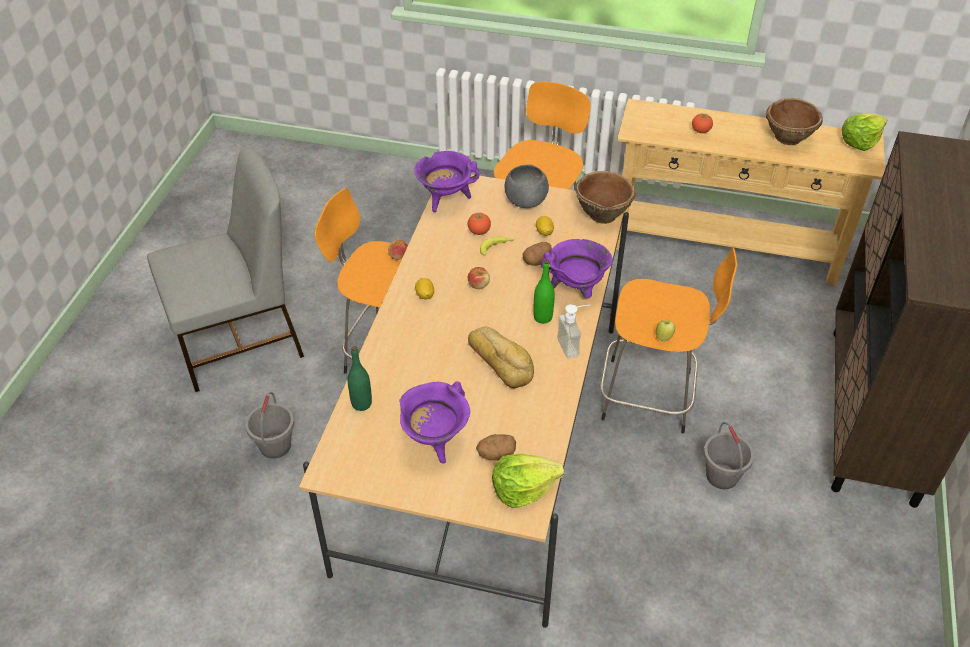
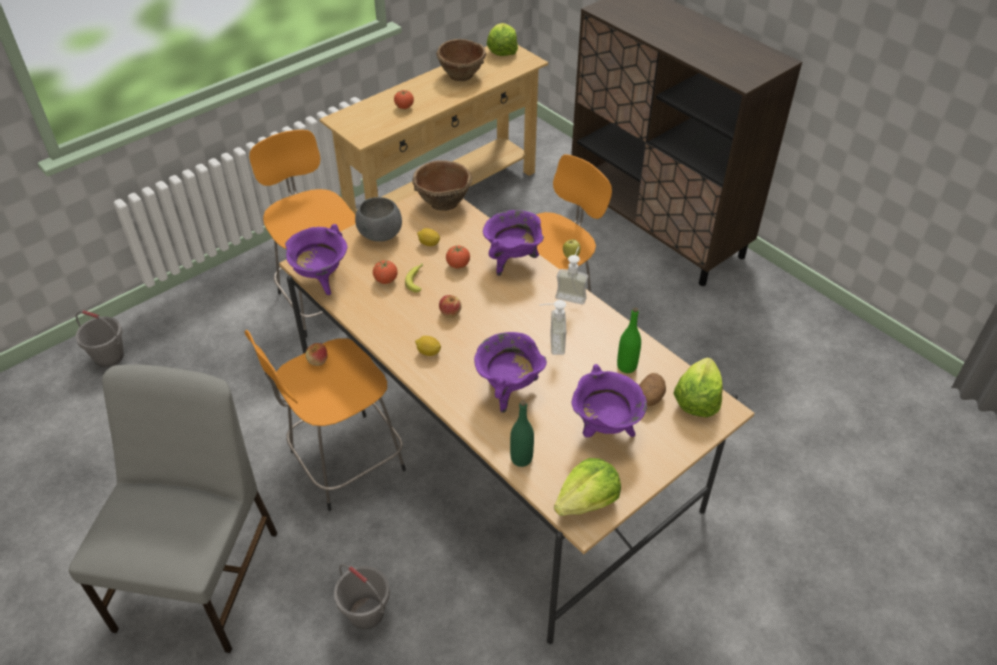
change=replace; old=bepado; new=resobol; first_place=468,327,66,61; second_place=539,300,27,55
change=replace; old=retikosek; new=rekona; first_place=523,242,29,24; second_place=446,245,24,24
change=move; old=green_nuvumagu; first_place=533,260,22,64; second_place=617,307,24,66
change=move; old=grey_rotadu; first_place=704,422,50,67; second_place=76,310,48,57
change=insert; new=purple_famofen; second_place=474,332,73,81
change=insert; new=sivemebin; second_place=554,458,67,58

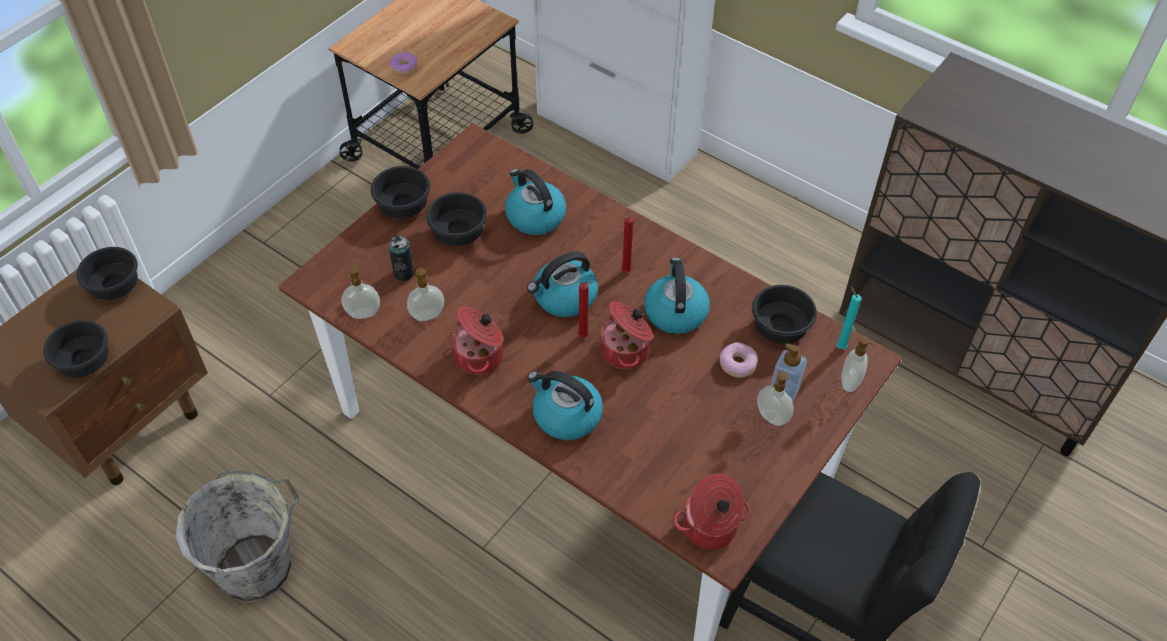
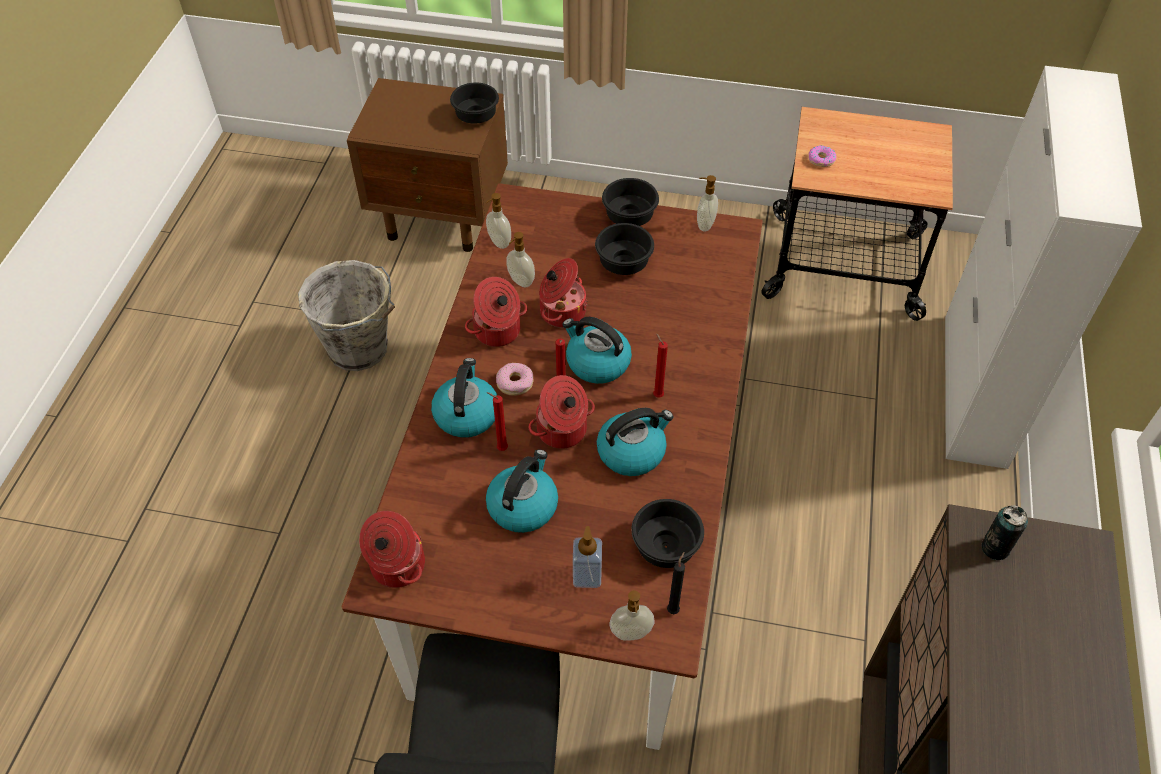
change=delete; old=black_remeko; first_place=43,320,65,57
change=move; old=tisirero; first_place=389,236,26,45; second_place=981,505,47,55
change=move; old=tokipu; first_place=505,169,61,66; second_place=486,449,72,84
change=move; old=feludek; first_place=720,342,38,36; second_place=496,363,37,33
change=move; old=resobol; first_place=757,371,37,55; second_place=697,175,21,56
change=recolor; old=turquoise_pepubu; new=black_pepubu; first_place=837,286,24,63; second_place=667,552,18,62
change=insert; new=red_pepubu; second_place=487,392,21,59
change=insert; new=famofen; second_place=539,258,48,70

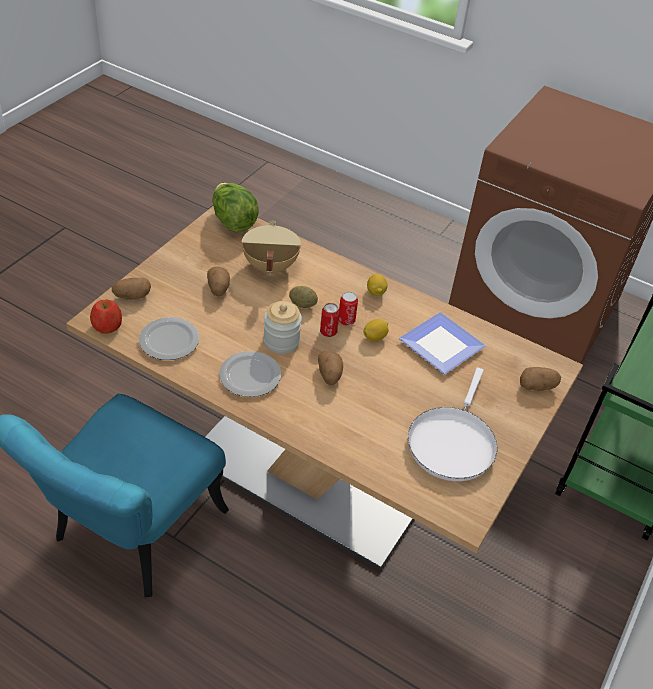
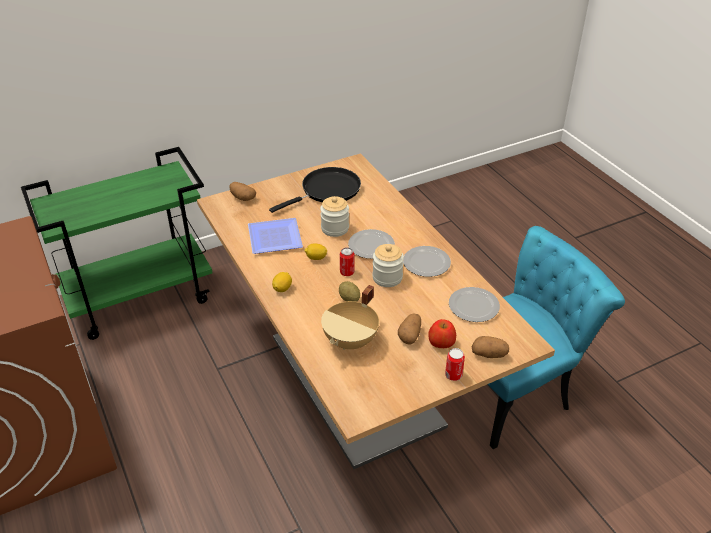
change=move; old=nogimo; first_place=90,299,32,35; second_place=428,319,28,29
change=delete; old=sivemebin; first_place=212,183,47,49
change=replace; old=retikosek; new=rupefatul; first_place=318,351,25,34; second_place=348,229,47,30
change=move; old=tisirero; first_place=339,291,19,35; second_place=445,348,20,33
change=recolor; old=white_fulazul; new=black_fulazul; first_place=408,367,90,114; second_place=269,167,92,46
change=insert; new=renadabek; second_place=320,196,29,41

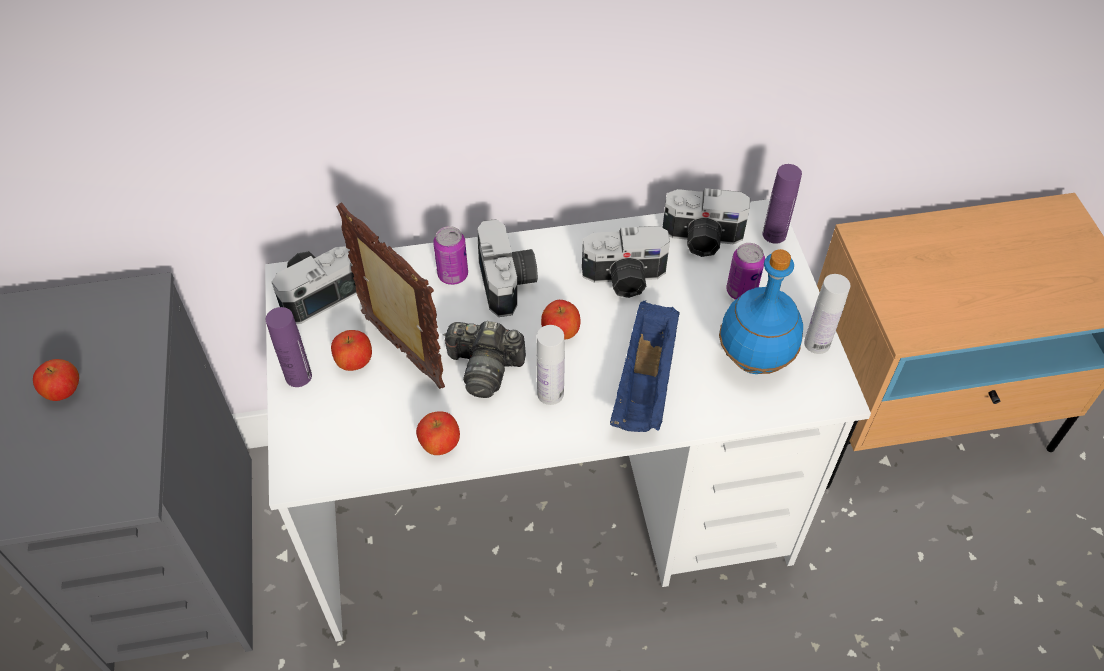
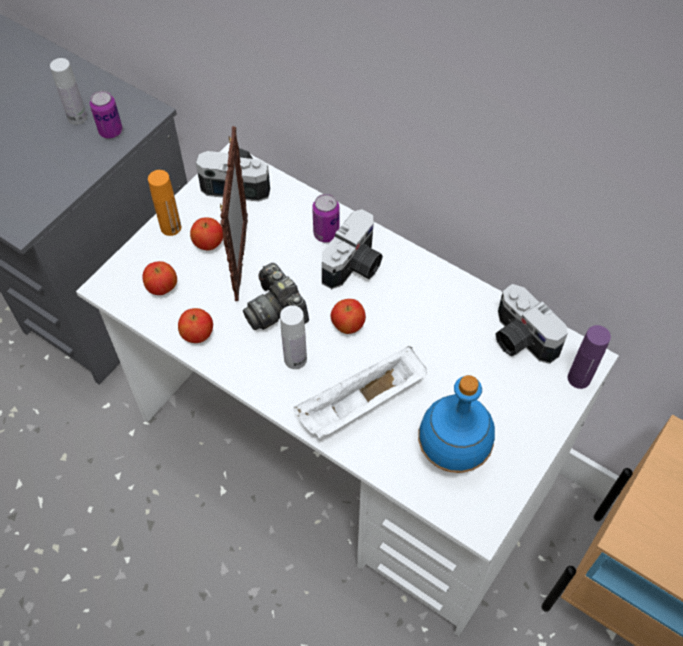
change=move; old=nogimo; first_place=33,359,46,42; second_place=142,261,35,34
change=recolor; old=purple_nuvumagu; new=orange_nuvumagu; first_place=266,307,46,80; second_place=148,170,33,66
change=delete; old=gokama; first_place=582,226,88,72
change=recolor; old=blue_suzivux; new=white_suzivux; first_place=610,300,70,132; second_place=294,346,133,93
change=move; old=tisirero; first_place=726,243,39,57; second_place=90,91,33,48
change=move; old=white_nuvumagu; first_place=804,274,46,80; second_place=50,58,37,67

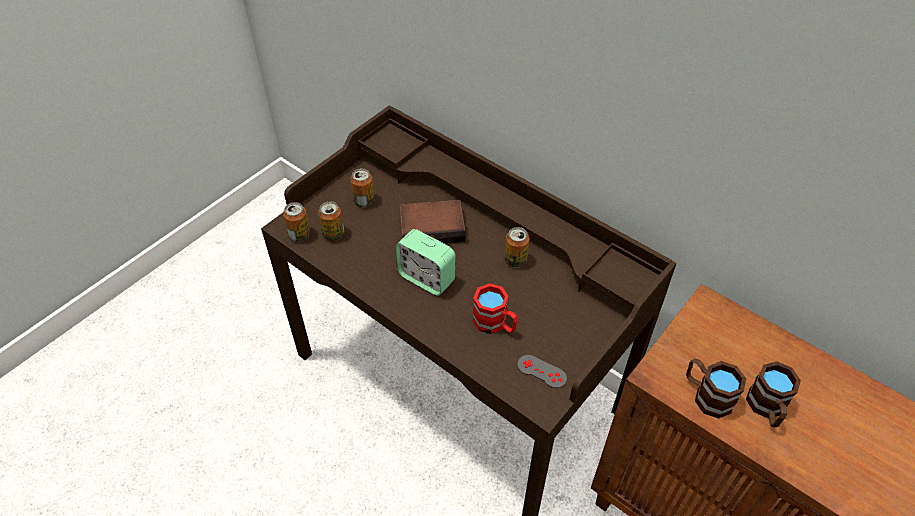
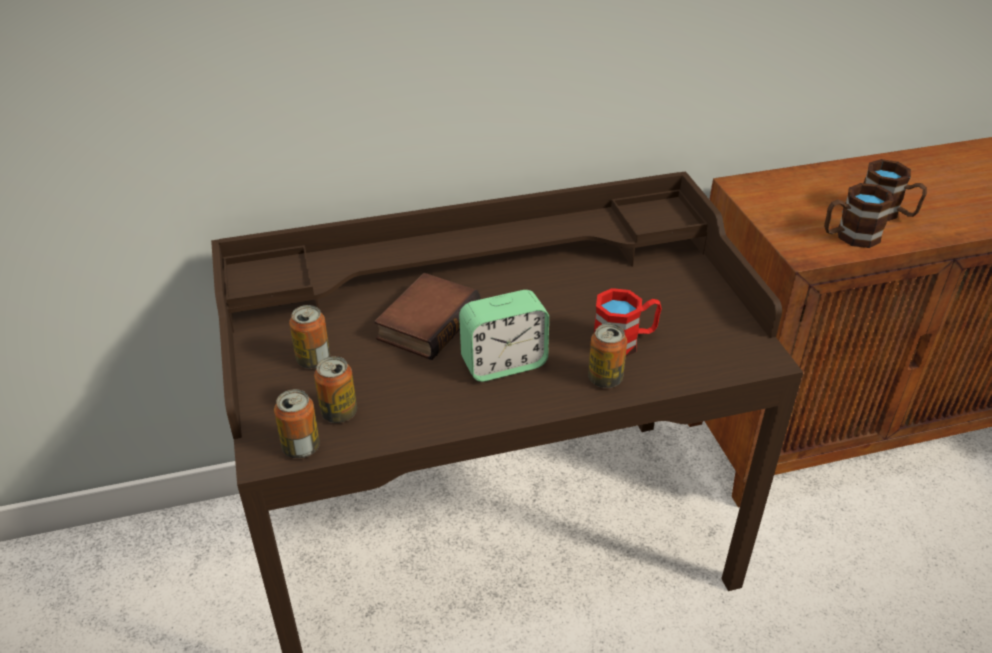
change=move; old=tisirero; first_place=505,227,24,40; second_place=588,324,39,64
change=delete; old=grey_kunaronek; first_place=517,355,50,33

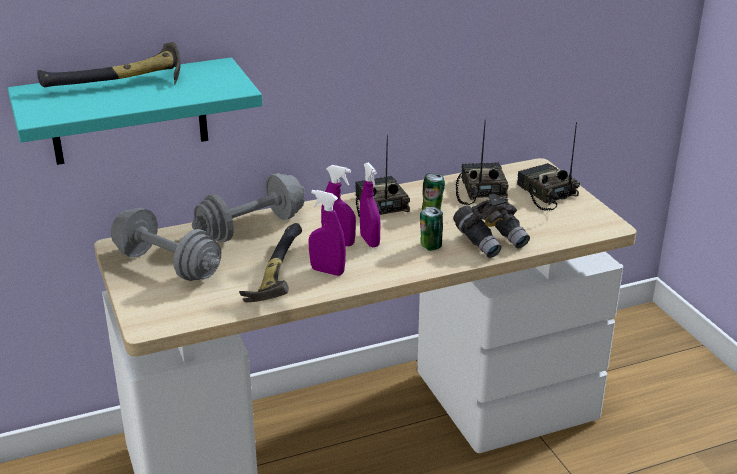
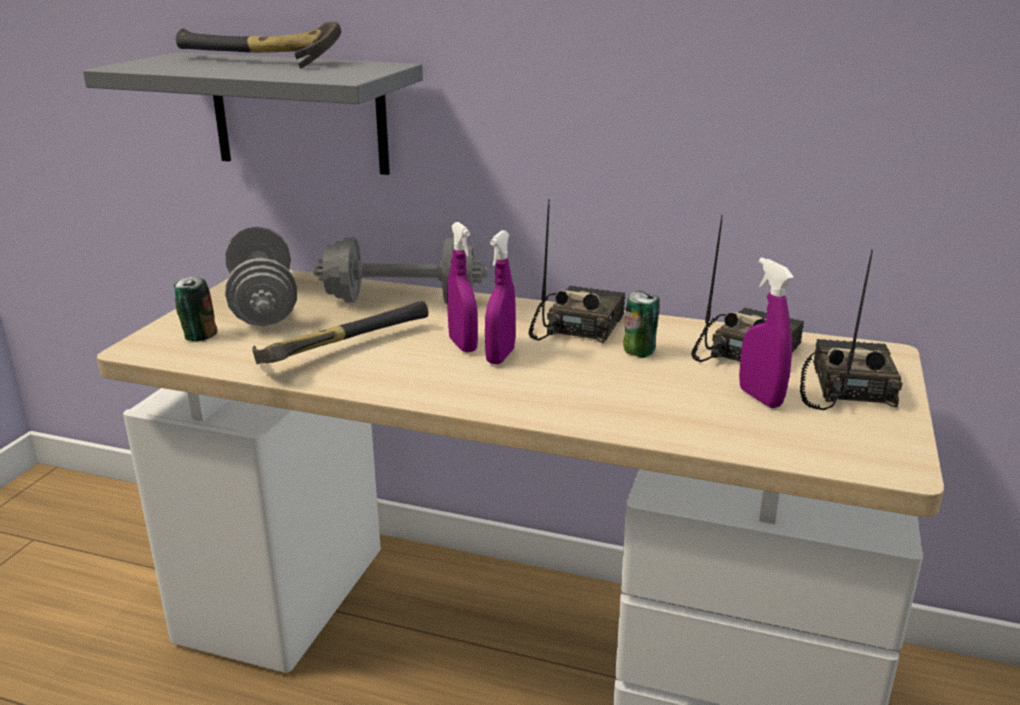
change=recolor; old=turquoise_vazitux; new=grey_vazitux; first_place=8,58,255,107; second_place=83,52,340,123
change=move; old=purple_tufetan; first_place=309,190,37,86; second_place=739,257,55,151
change=move; old=tisirero; first_place=420,206,23,45; second_place=174,276,43,65
change=delete; old=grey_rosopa; first_place=453,194,77,64

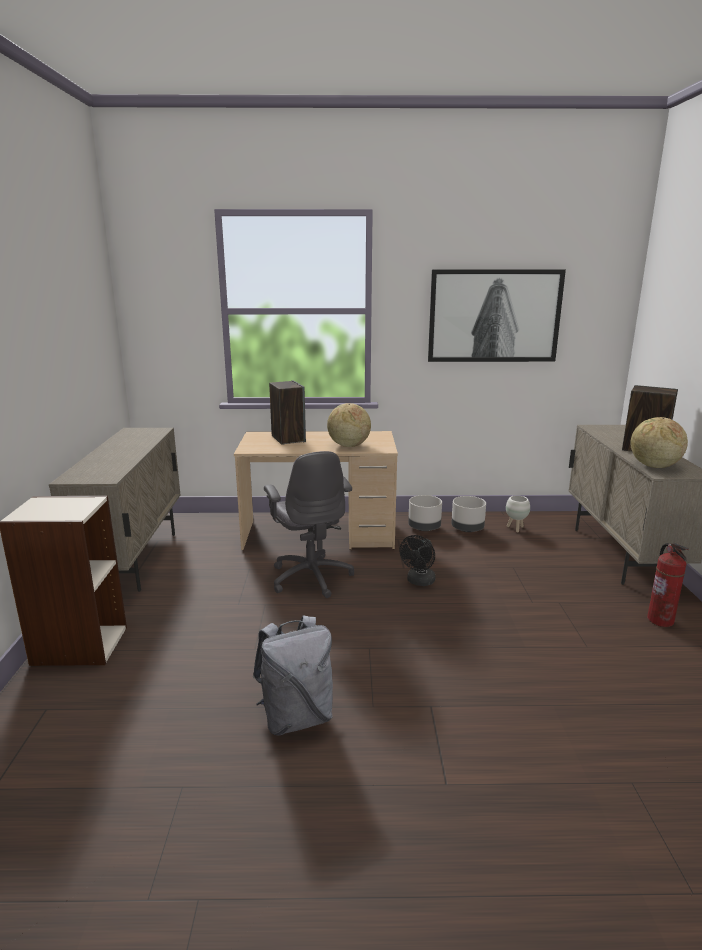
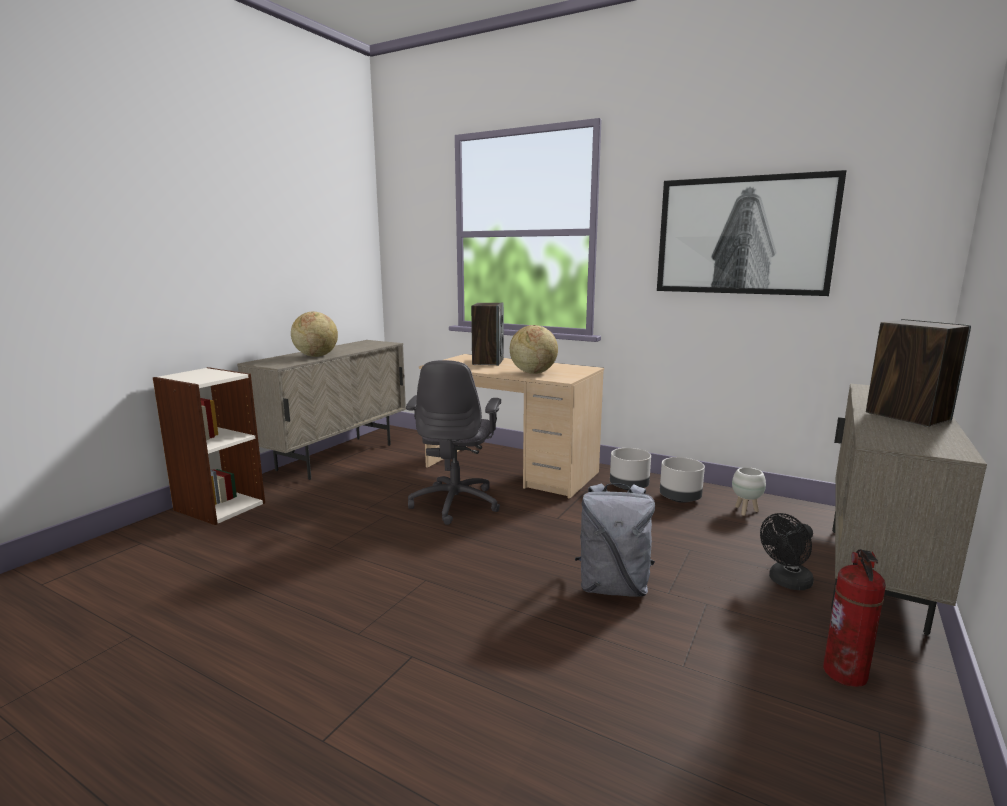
change=move; old=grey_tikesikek; first_place=253,615,80,120; second_place=575,483,80,114
change=move; old=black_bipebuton; first_place=399,535,37,51; second_place=760,513,54,77
change=move; old=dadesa; first_place=630,417,58,51; second_place=291,312,47,45

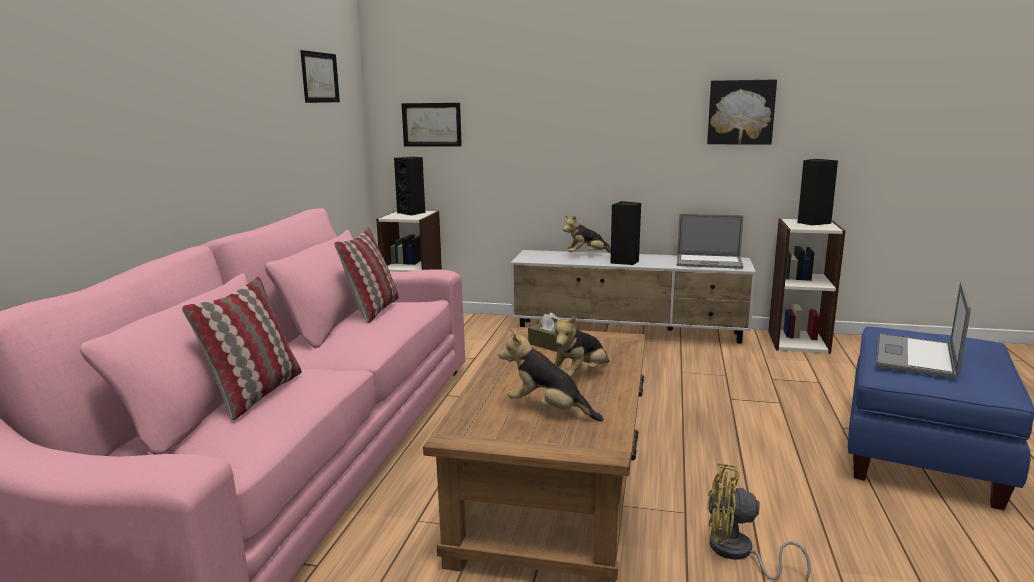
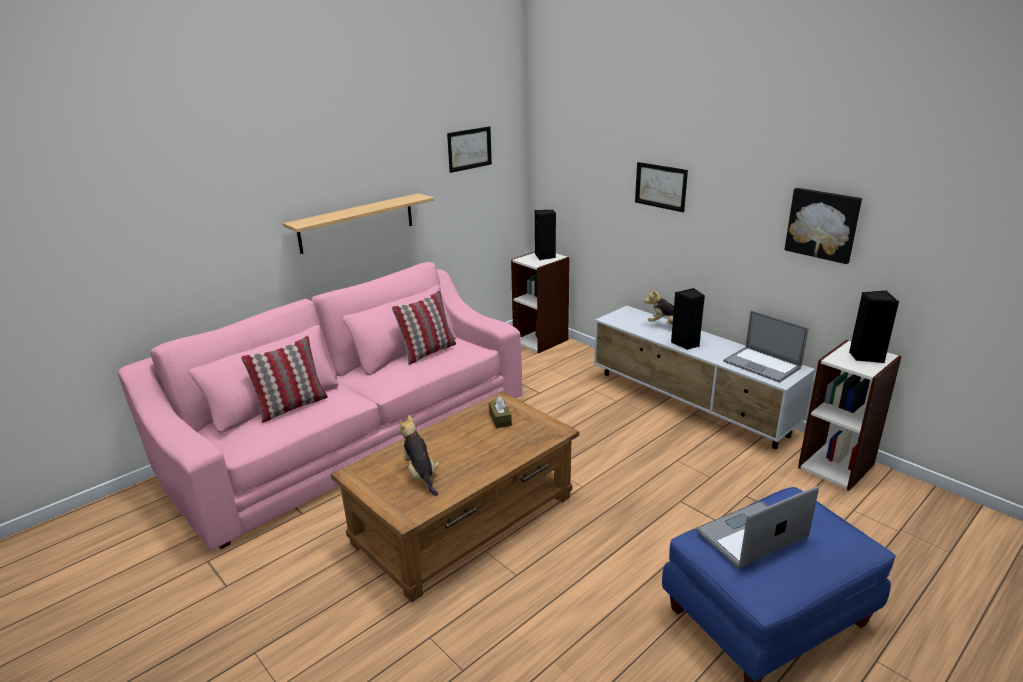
change=move; old=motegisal; first_place=401,103,61,44; second_place=635,162,53,50
change=delete; old=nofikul; first_place=551,316,58,61
change=delete; old=yellow_bipebuton; first_place=707,463,104,119
change=insert; new=vazitux; second_place=283,193,151,61

